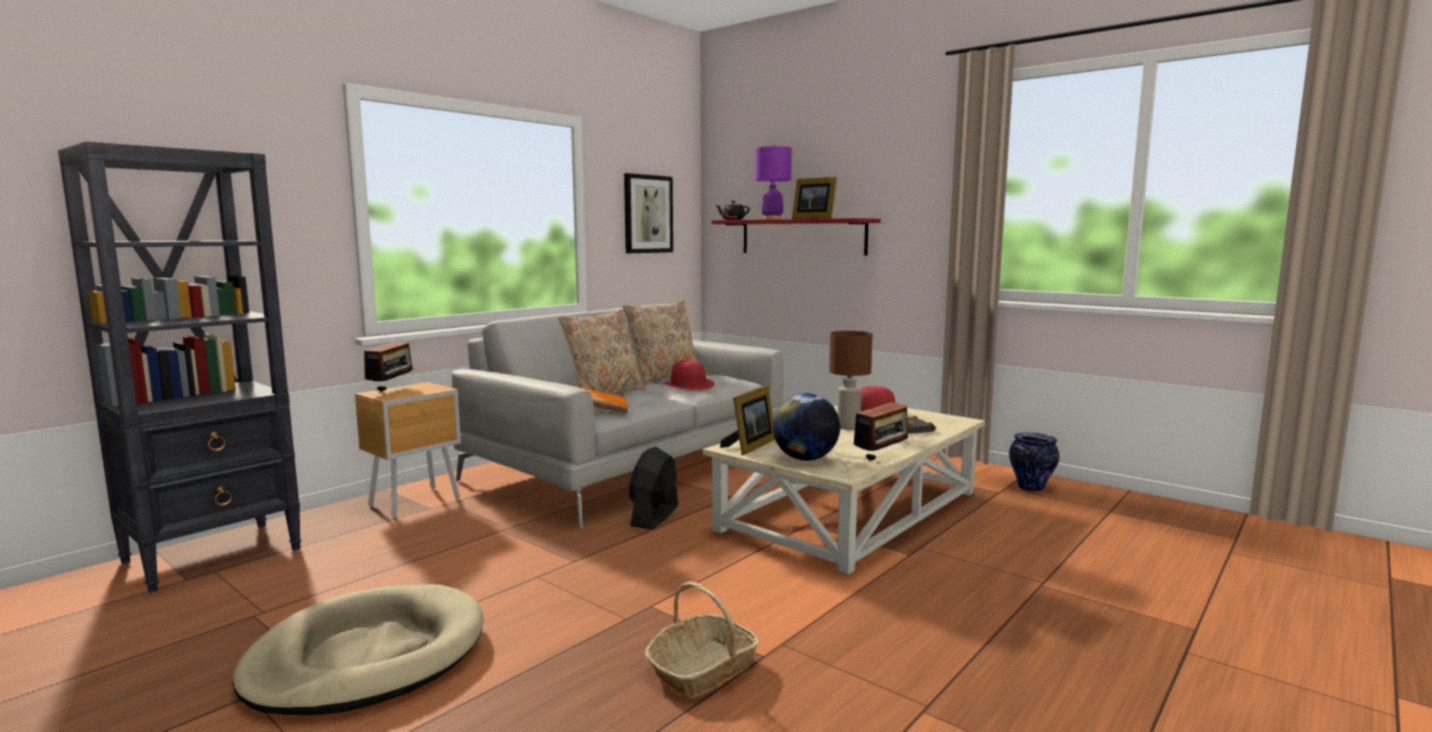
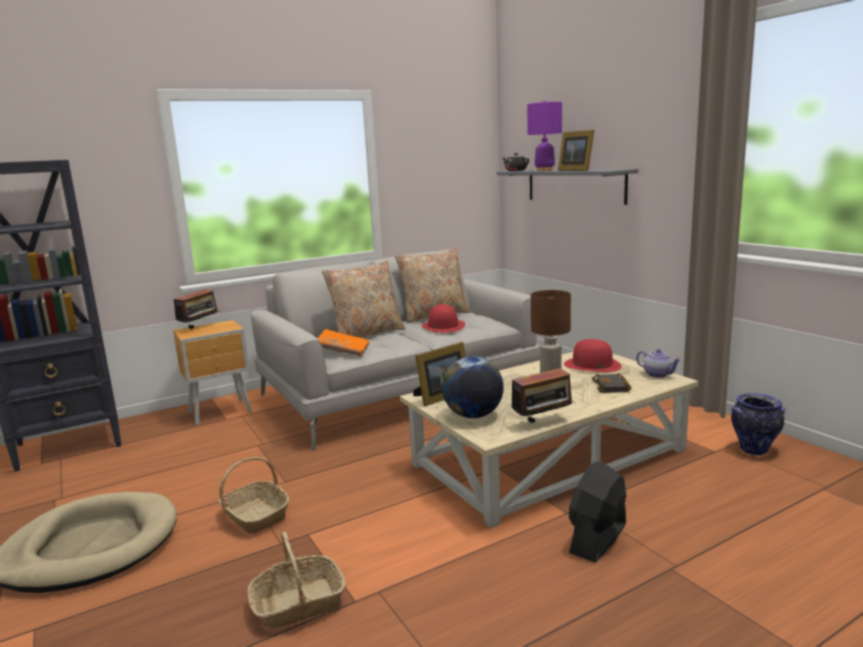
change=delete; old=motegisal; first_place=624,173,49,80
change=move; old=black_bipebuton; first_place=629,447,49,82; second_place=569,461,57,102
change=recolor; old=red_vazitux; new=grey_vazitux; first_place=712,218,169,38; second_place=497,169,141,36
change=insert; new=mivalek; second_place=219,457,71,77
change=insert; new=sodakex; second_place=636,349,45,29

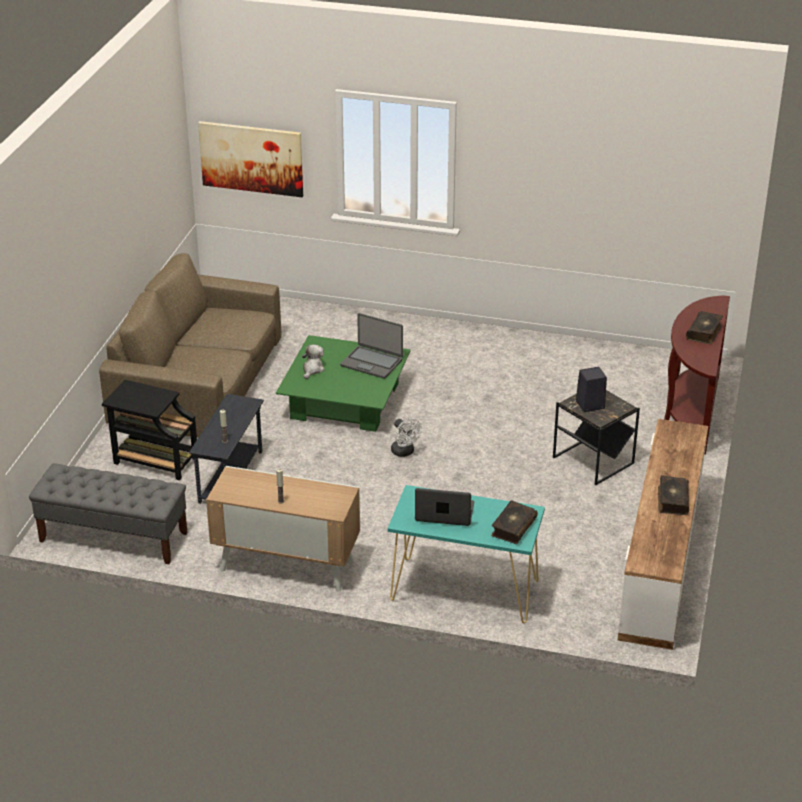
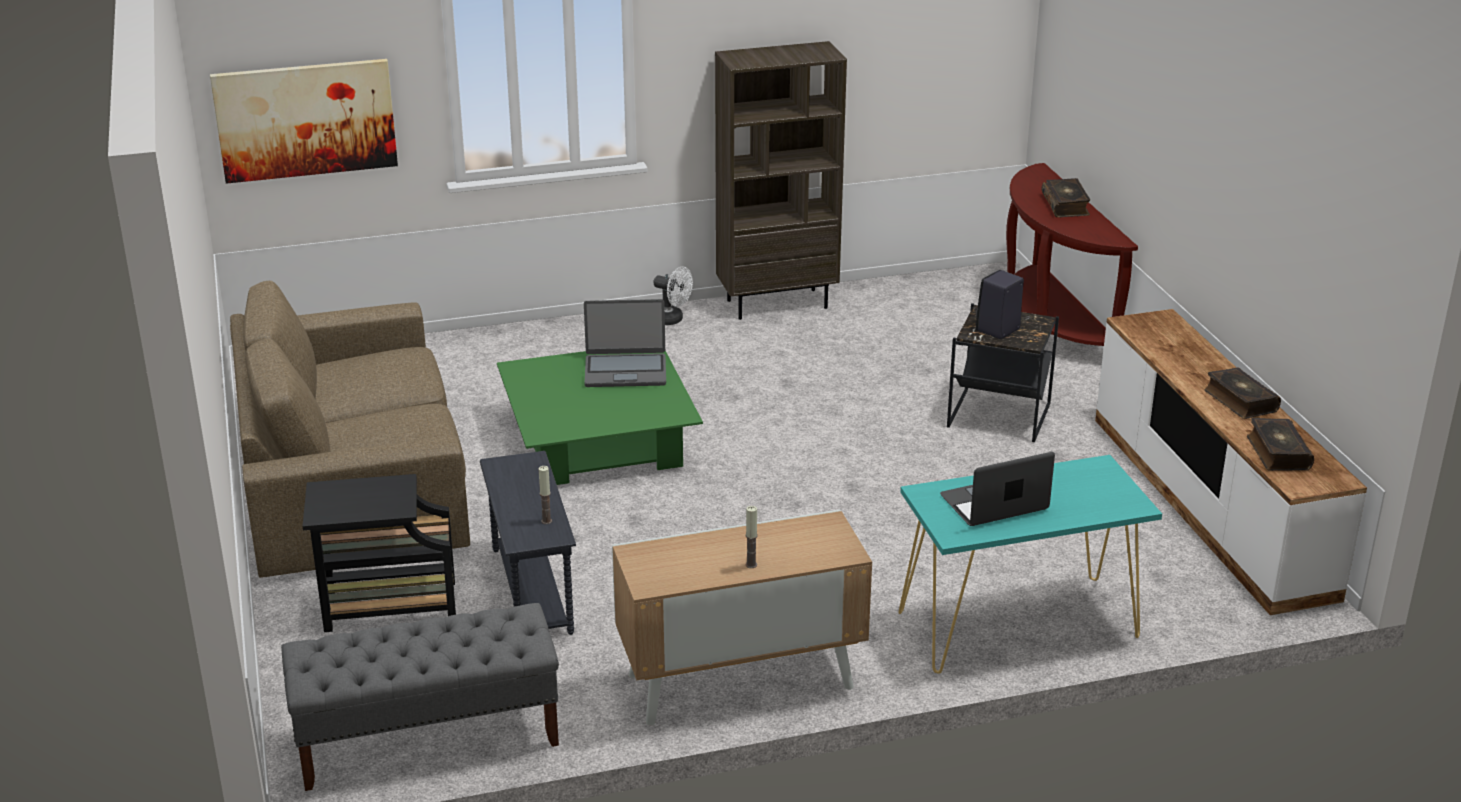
change=delete; old=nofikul; first_place=302,344,22,35
change=move; old=white_bipebuton; first_place=391,419,31,38; second_place=653,267,40,58
change=move; old=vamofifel; first_place=491,500,47,44; second_place=1247,418,67,53
change=insert; new=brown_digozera; second_place=715,41,132,279

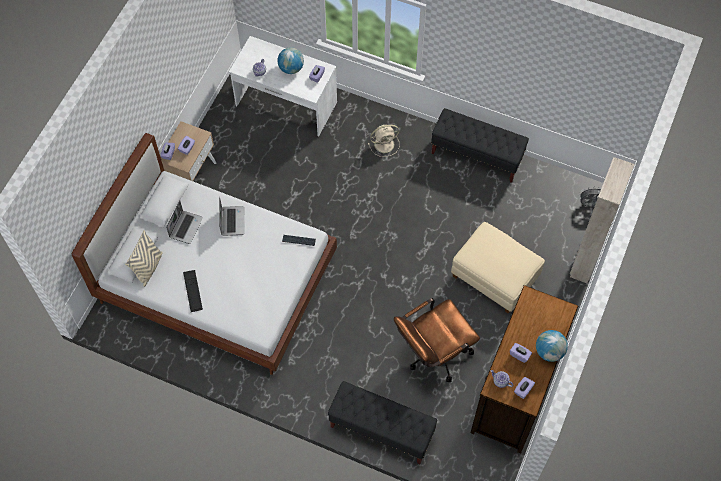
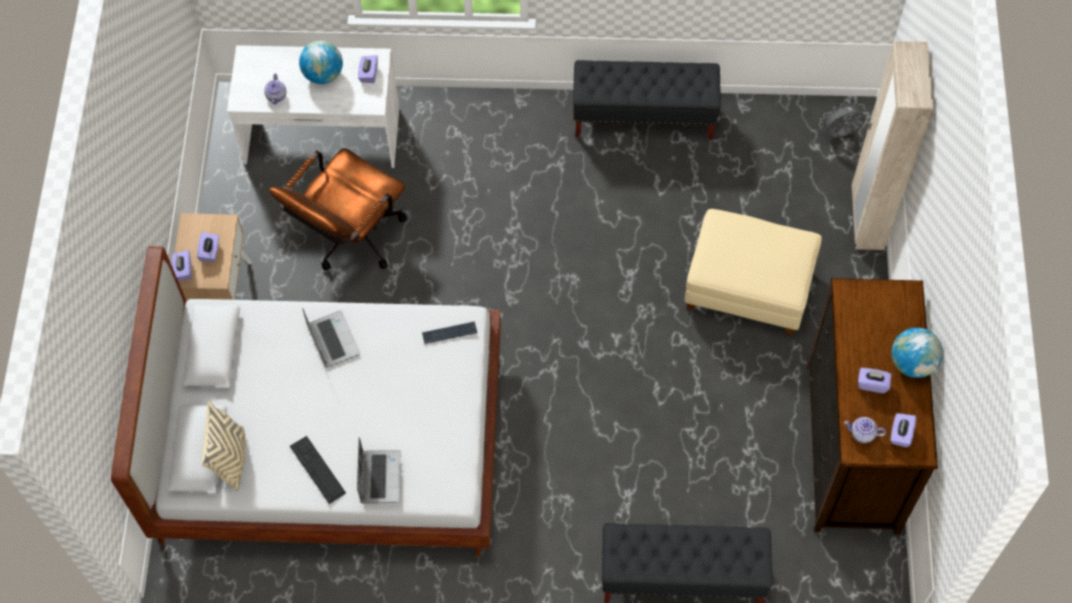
change=move; old=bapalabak; first_place=166,200,37,44; second_place=357,437,44,67
change=delete; old=beige_bipebuton; first_place=368,124,32,33
change=move; old=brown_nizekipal; first_place=394,298,86,84; second_place=269,148,138,122

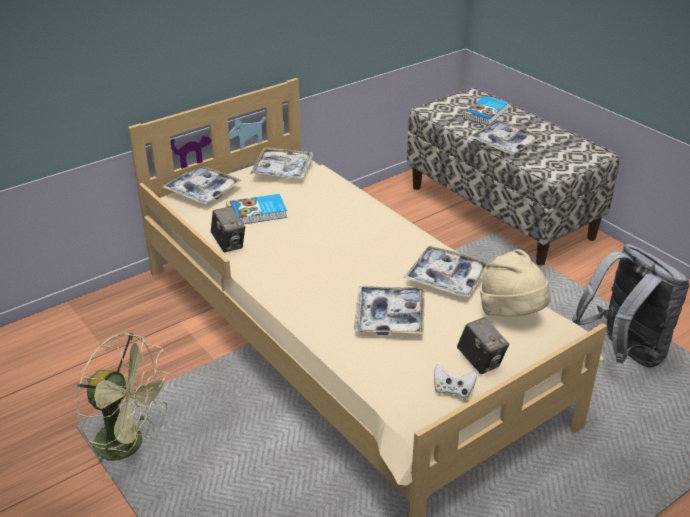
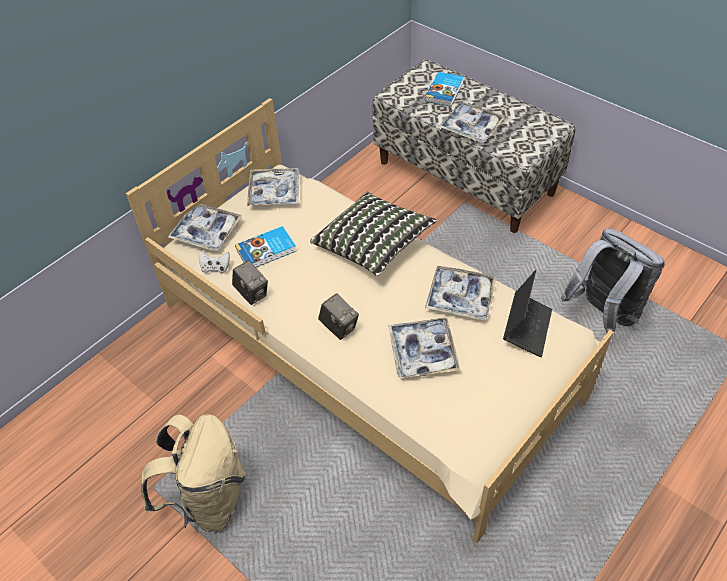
change=replace; old=green_bipebuton; new=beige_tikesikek; first_place=76,333,95,146; second_place=141,414,104,118
change=move; old=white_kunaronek; first_place=434,364,43,35; second_place=199,251,31,23
change=move; old=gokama; first_place=457,317,52,57; second_place=318,293,41,47
change=replace; old=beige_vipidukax; new=bapalabak; first_place=480,249,71,68; second_place=503,270,49,87
change=insert; new=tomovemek; second_place=310,192,127,84

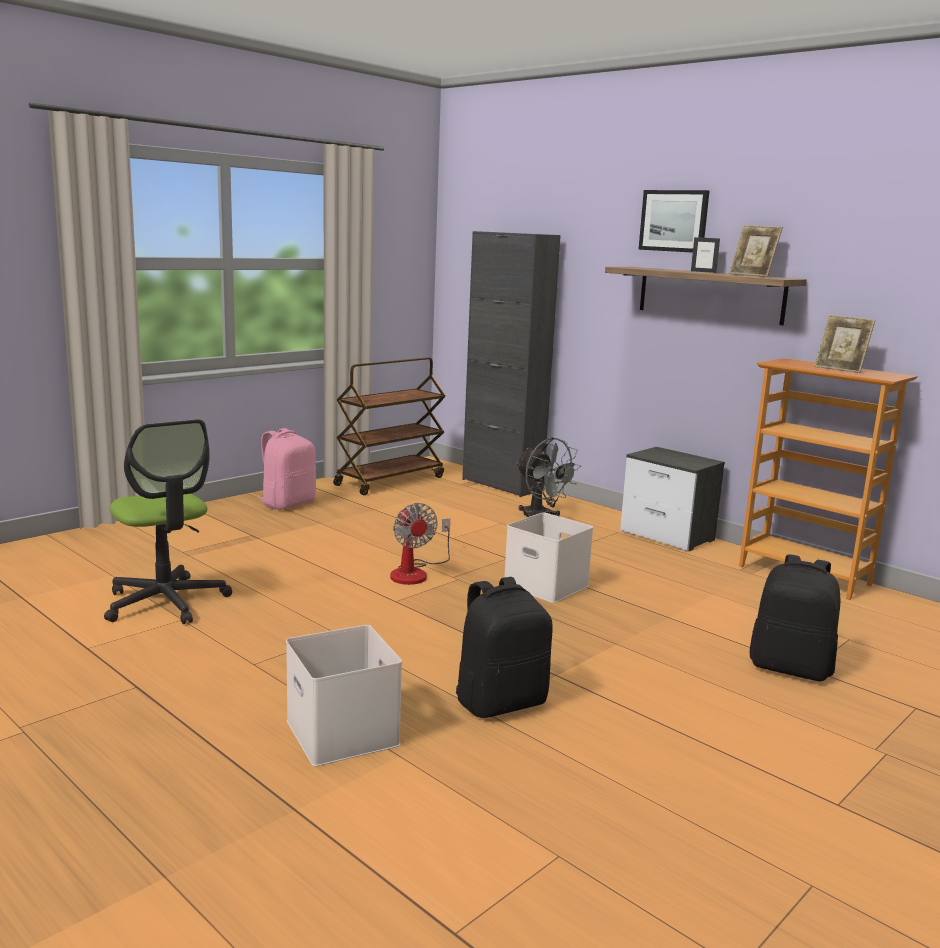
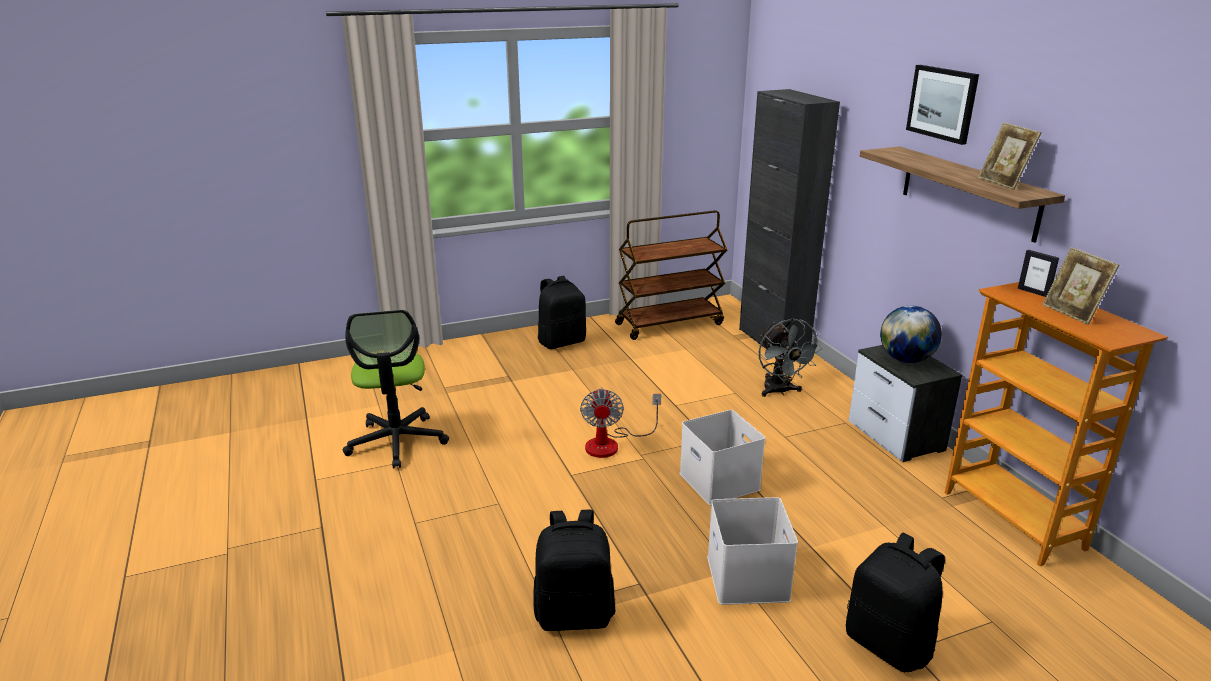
change=recolor; old=pink_tikesikek; new=black_tikesikek; first_place=258,428,58,82; second_place=538,276,48,73
change=move; old=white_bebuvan; first_place=286,625,116,141; second_place=707,497,91,108
change=move; old=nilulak; first_place=691,237,29,36; second_place=1018,250,41,47
change=insert; new=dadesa; second_place=880,305,62,58

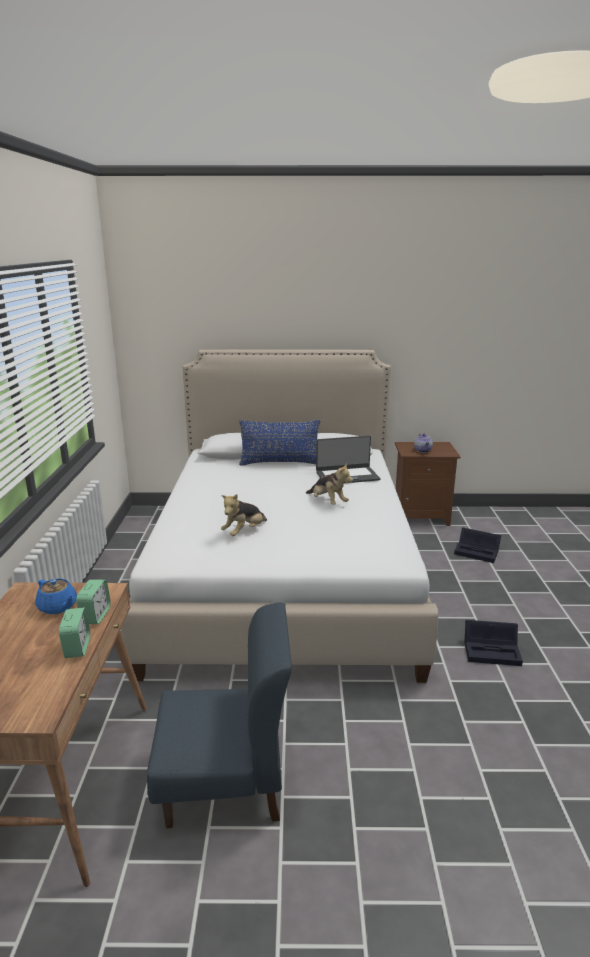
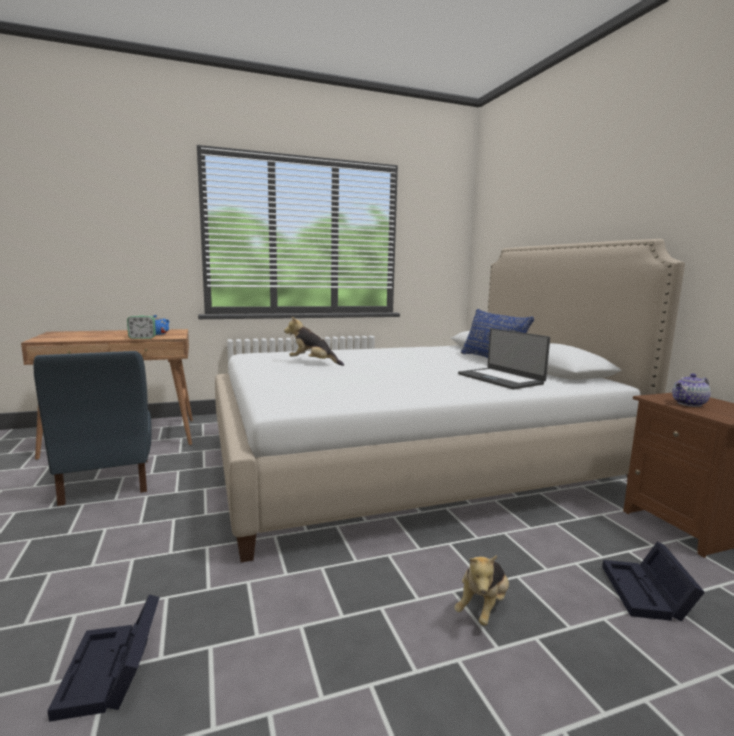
change=delete; old=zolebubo; first_place=59,607,31,51
change=move; old=nofikul; first_place=306,463,47,41; second_place=454,555,55,71
change=move; old=black_bebuvan; first_place=465,620,58,46; second_place=48,594,112,128

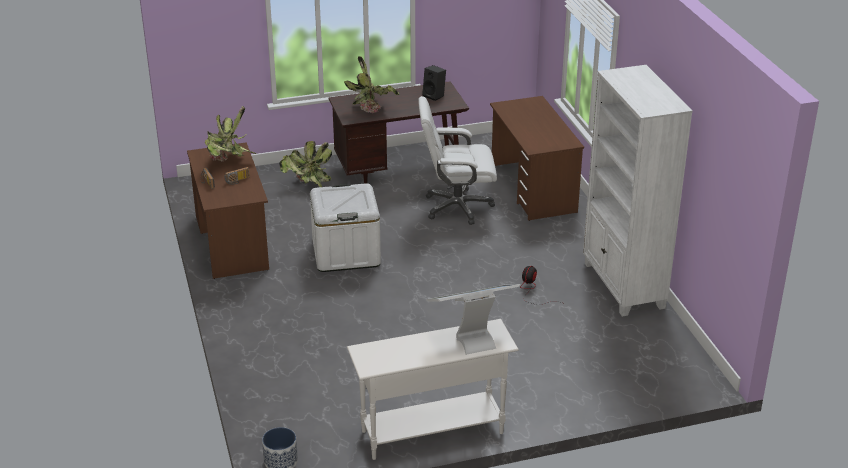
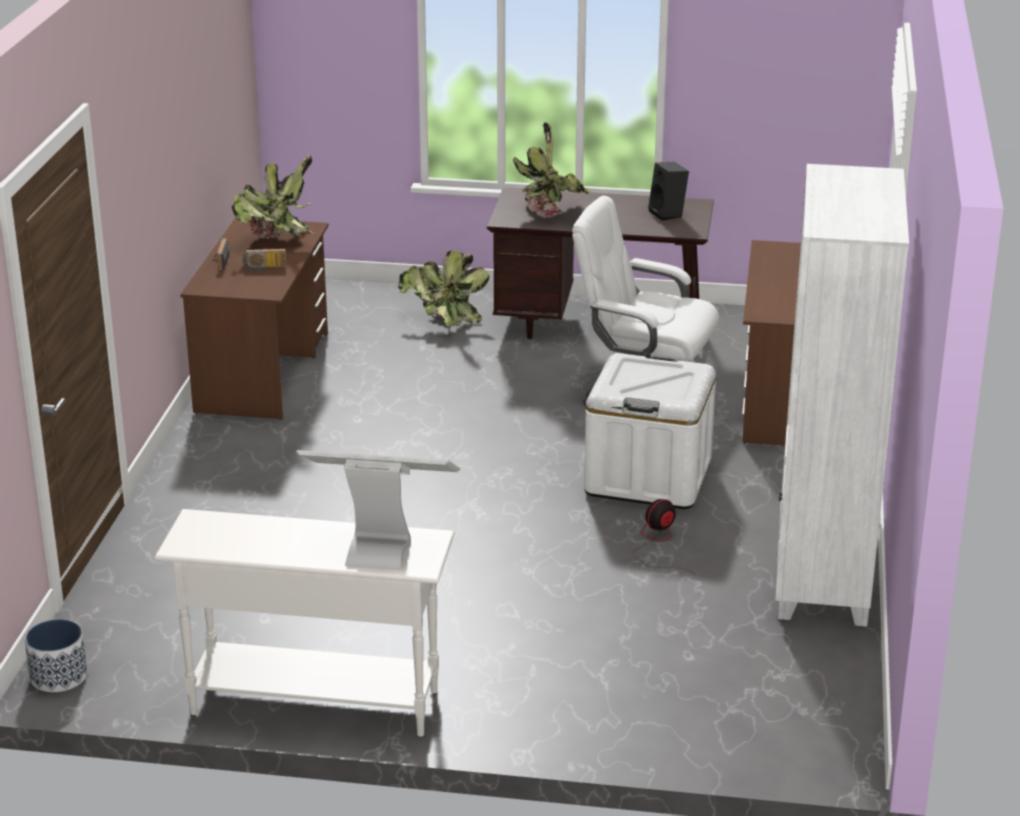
change=move; old=white_bebuvan; first_place=310,183,71,89; second_place=584,353,132,156

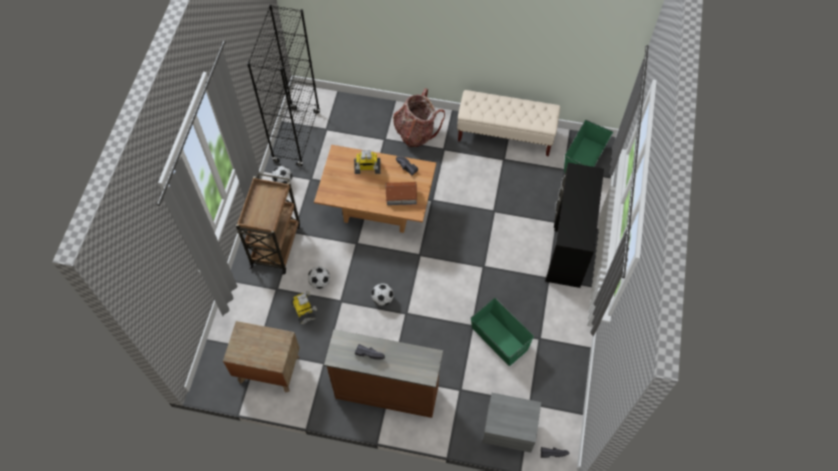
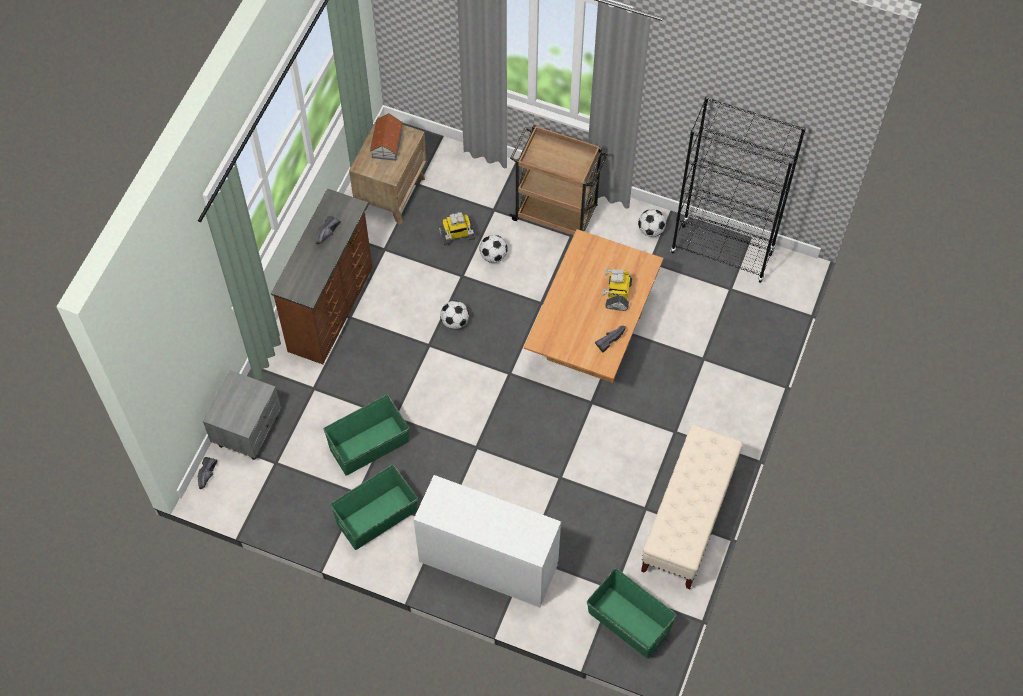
change=move; old=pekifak; first_place=385,182,32,23; second_place=370,113,33,48
change=delete; old=tikesikek; first_place=393,88,52,59
change=recolor; old=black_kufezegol; new=white_kufezegol; first_place=545,163,59,125; second_place=413,475,148,132
change=insert; new=green_bebuvan; second_place=330,465,88,85

